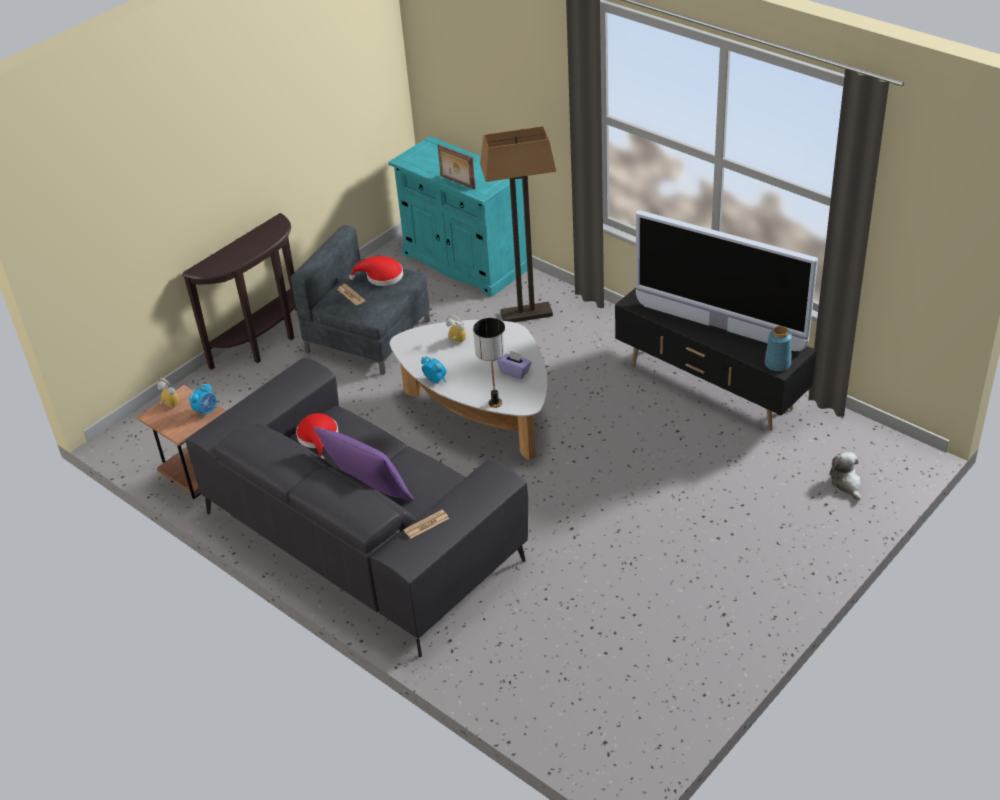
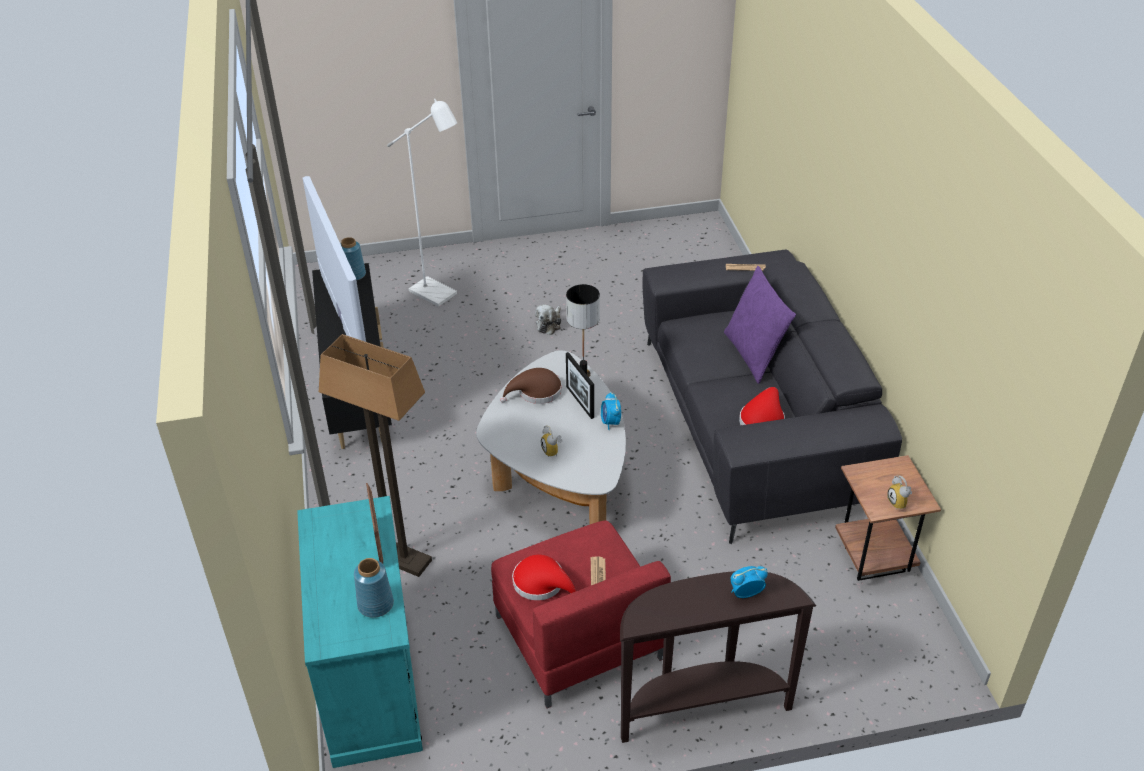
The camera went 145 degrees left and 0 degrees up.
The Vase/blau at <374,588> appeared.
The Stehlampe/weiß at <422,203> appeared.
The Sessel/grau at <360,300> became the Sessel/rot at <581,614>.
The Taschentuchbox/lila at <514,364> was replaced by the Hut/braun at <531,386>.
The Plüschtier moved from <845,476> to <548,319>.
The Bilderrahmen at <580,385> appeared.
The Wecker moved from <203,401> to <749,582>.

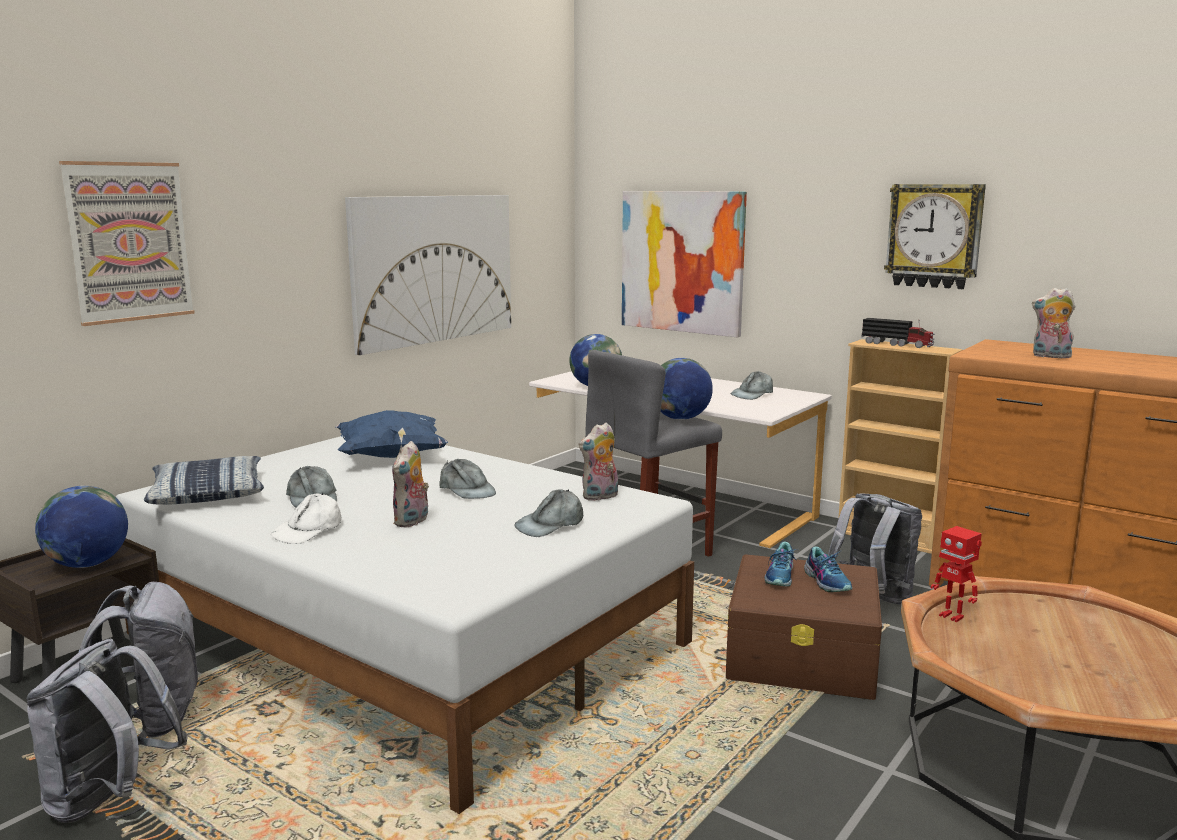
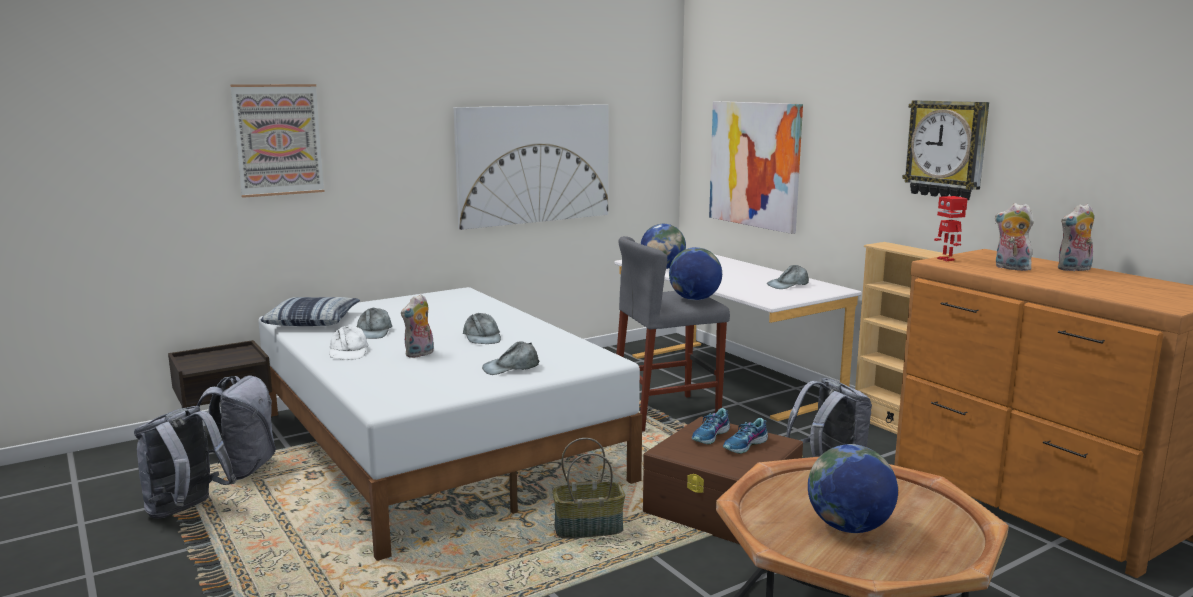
The camera went 20 degrees right and 0 degrees up.
The Kappe/weiß at <306,518> turned 60 degrees counterclockwise.
The Korb at <588,488> appeared.
The Schuh at <828,569> turned 45 degrees clockwise.
The Globus moved from <81,527> to <853,488>.
The Spielzeugroboter moved from <956,574> to <951,228>.
The Plüschtier moved from <598,462> to <1076,237>.
The Kissen/blau at <391,434> disappeared.
The Spielzeuglaster at <898,333> disappeared.

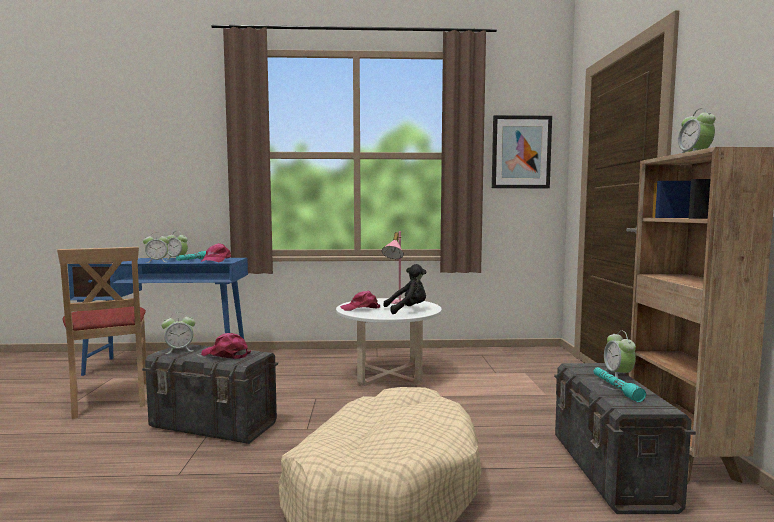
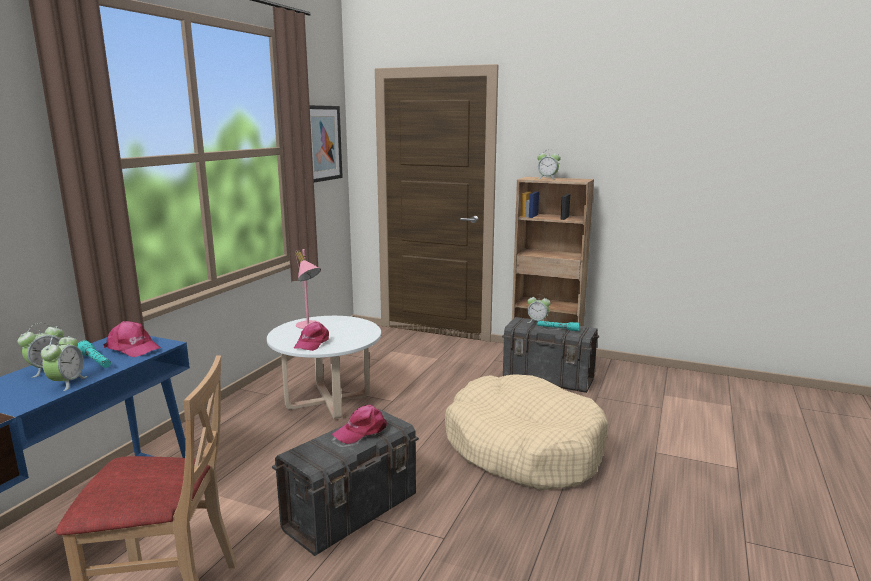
The camera went 65 degrees left and 10 degrees up.
The Wecker at <178,333> disappeared.
The Plüschtier/schwarz at <405,289> disappeared.

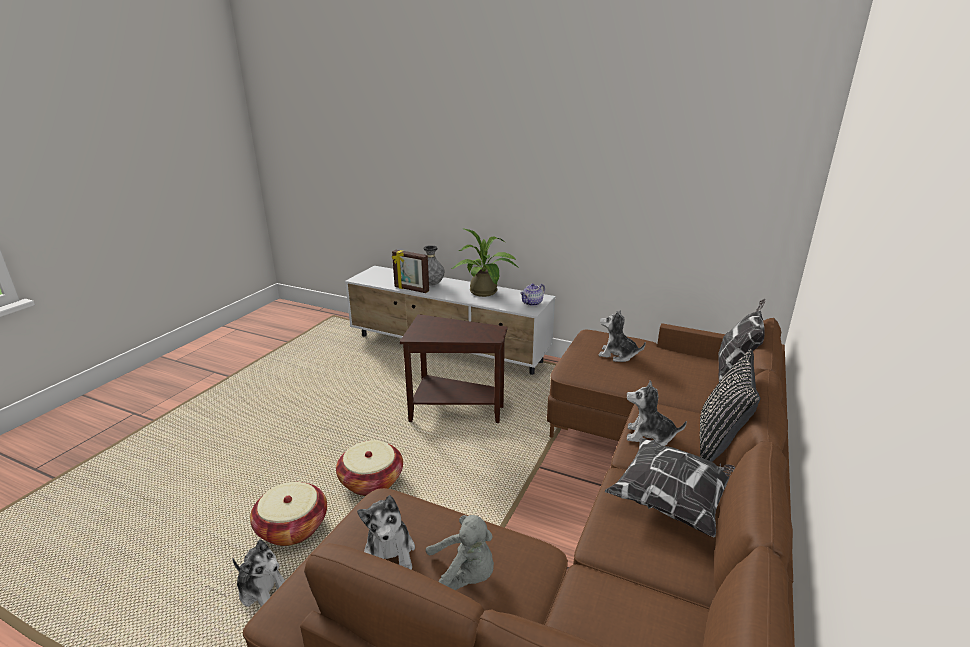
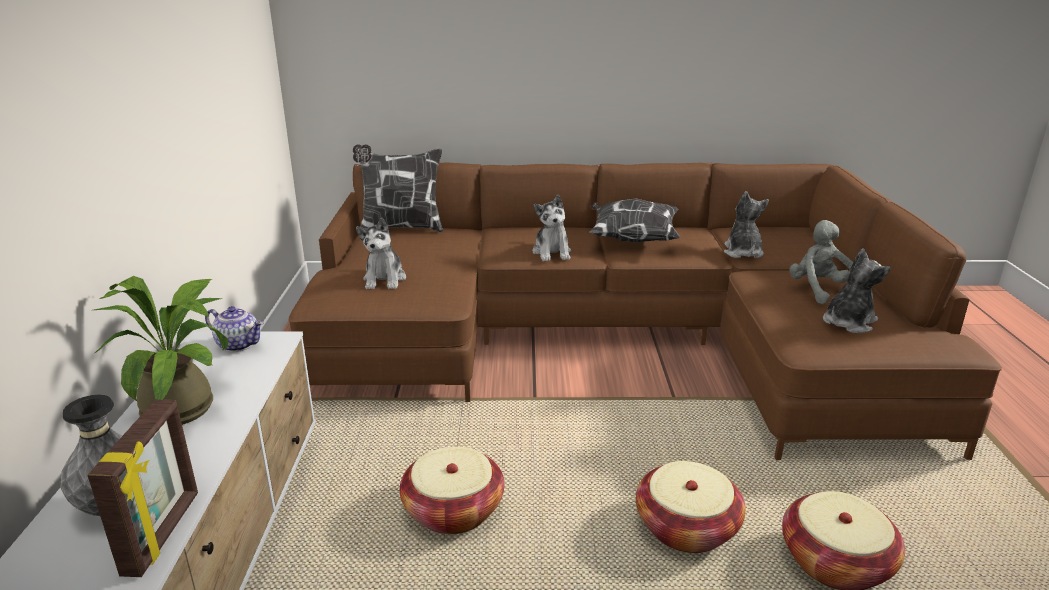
The camera went 115 degrees left and 0 degrees up.
The Beistelltisch/braun at <453,368> was replaced by the Korb at <452,491>.
The Plüschtier moved from <258,573> to <746,224>.
The Kissen/schwarz at <730,405> disappeared.

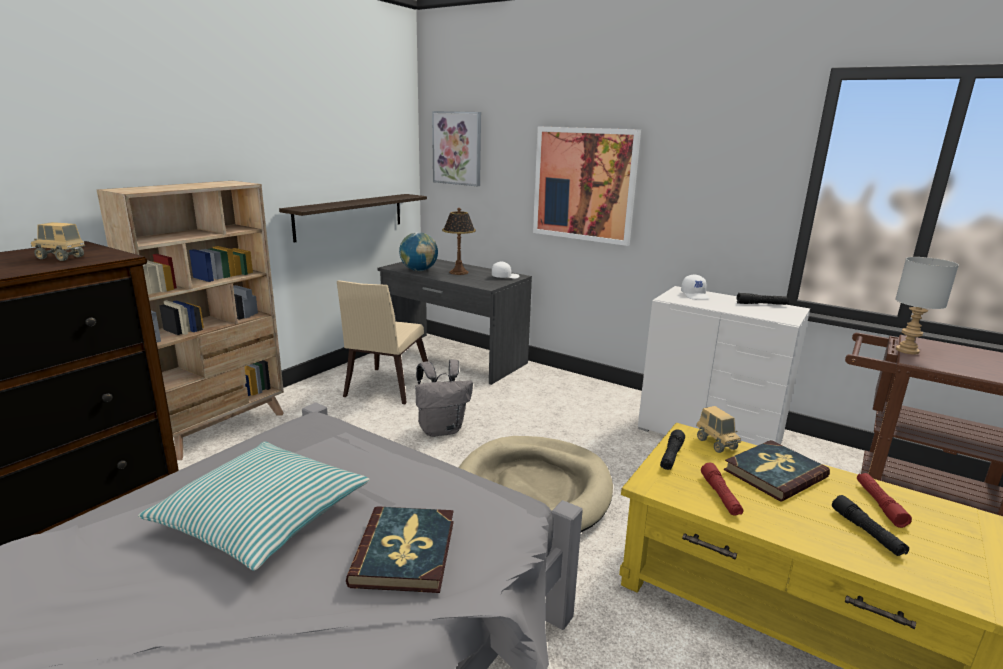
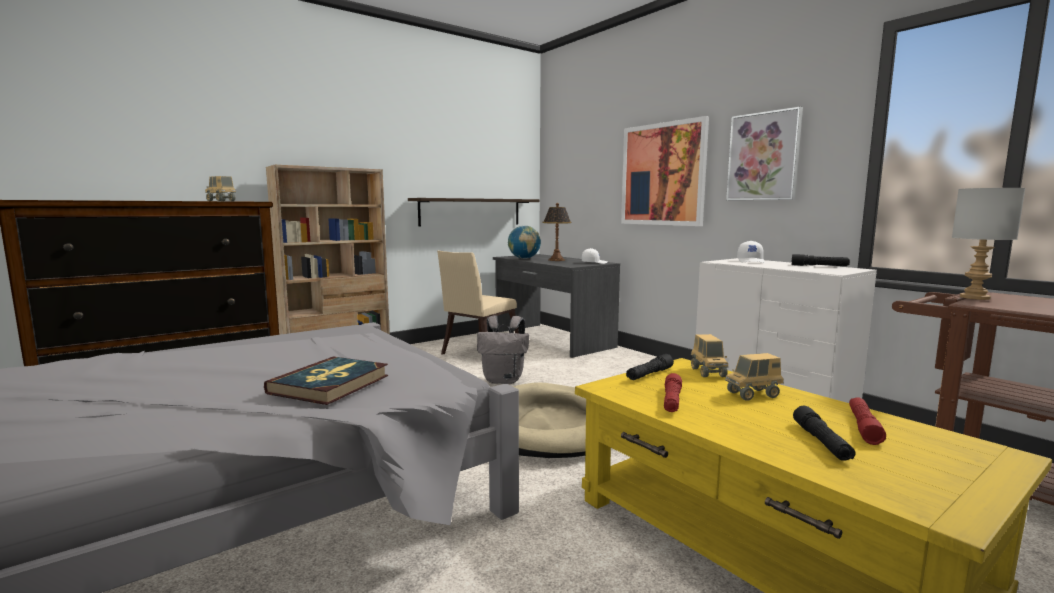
The camera went 20 degrees right and 10 degrees down.
The Buch at <777,471> was replaced by the Spielzeuglaster at <754,377>.
The Bild moved from <456,148> to <764,153>.
The Kissen at <254,506> disappeared.

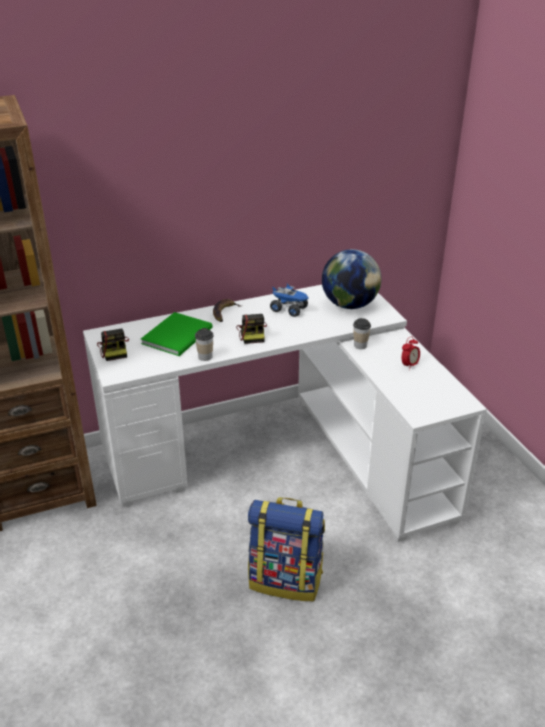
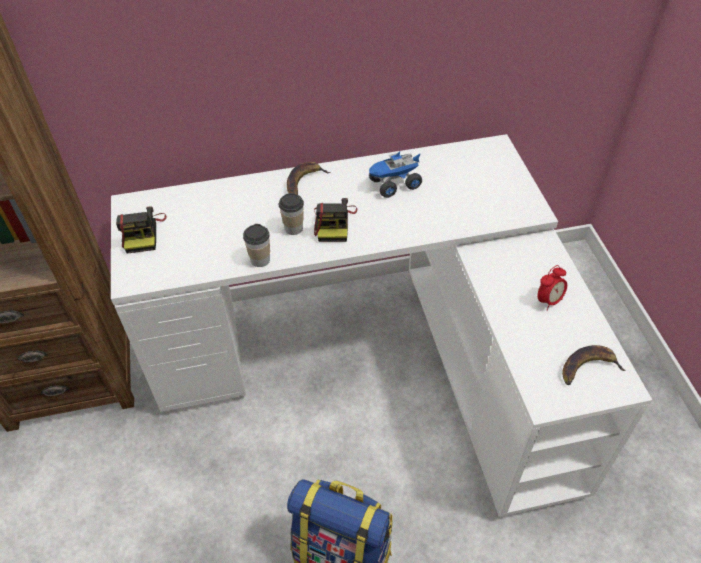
The camera went 10 degrees right and 15 degrees up.
The Tasse moved from <362,333> to <291,214>.
The Spielzeuglaster at <289,300> turned 120 degrees clockwise.
The Banane at <594,365> appeared.
The Buch/grün at <177,334> disappeared.
The Globus at <351,279> disappeared.

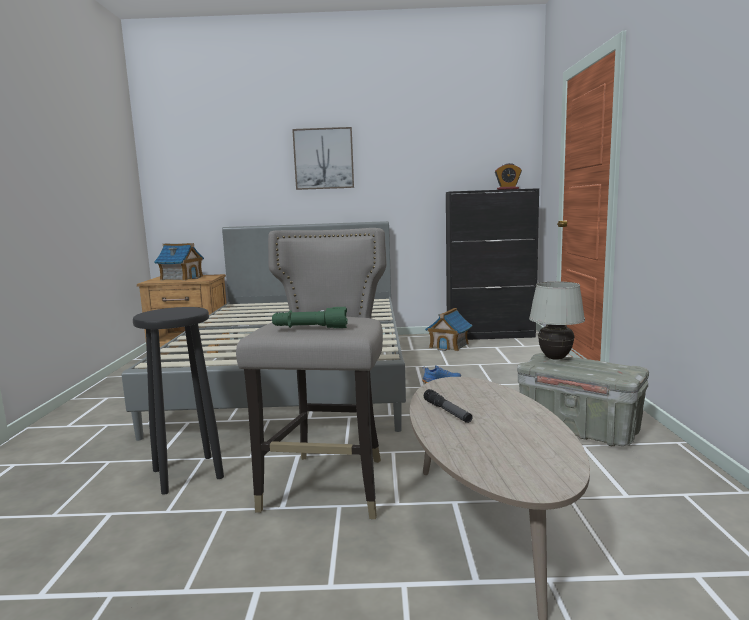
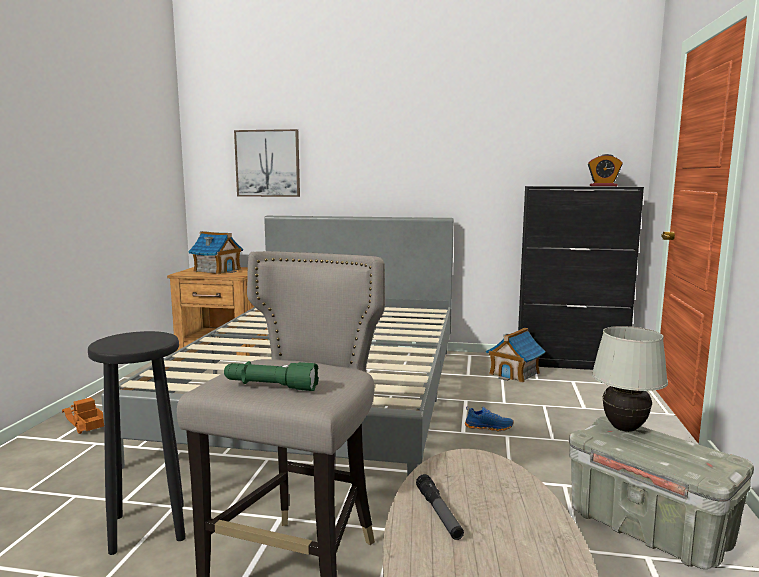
The camera went 10 degrees right and 0 degrees up.
The Spielzeuglaster at <83,415> appeared.
The Bild moved from <323,158> to <267,163>.

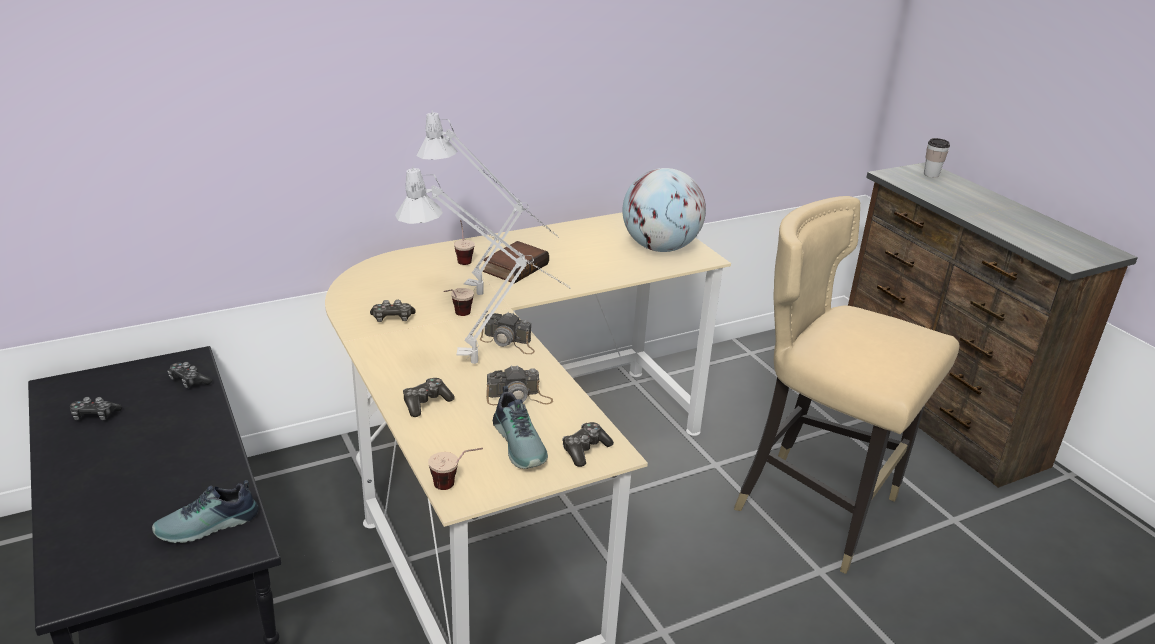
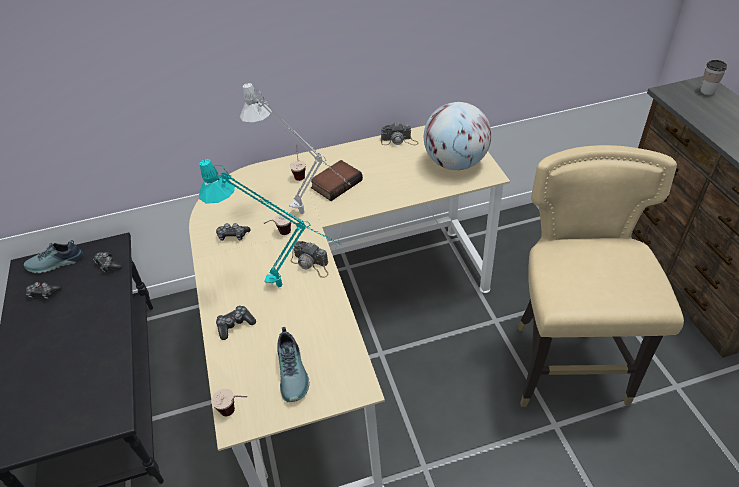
The camera went 15 degrees right and 15 degrees up.
The Schuh moved from <205,511> to <54,256>.
The Tischlampe/grau at <482,265> became the Tischlampe/türkis at <270,223>.
The Kamera moved from <519,385> to <399,133>.
The Stuhl/beige at <846,385> turned 45 degrees clockwise.
The Gamepad at <588,444> disappeared.

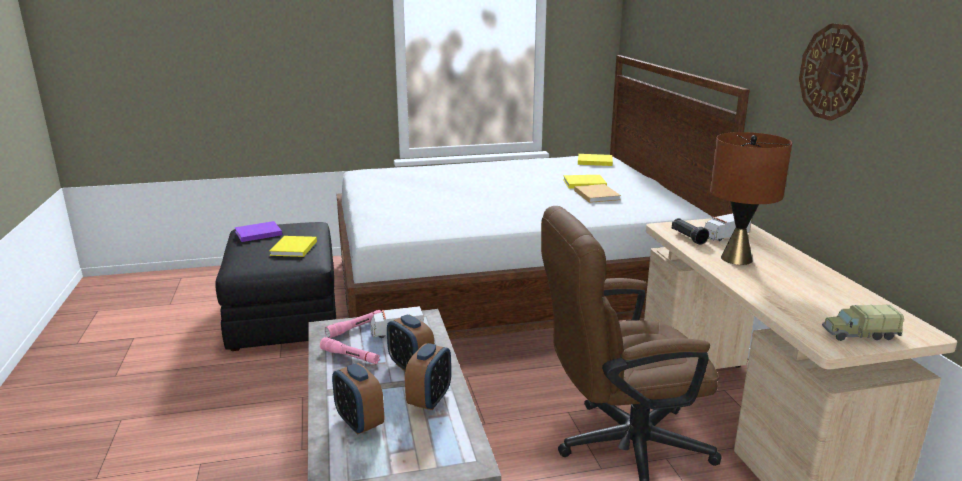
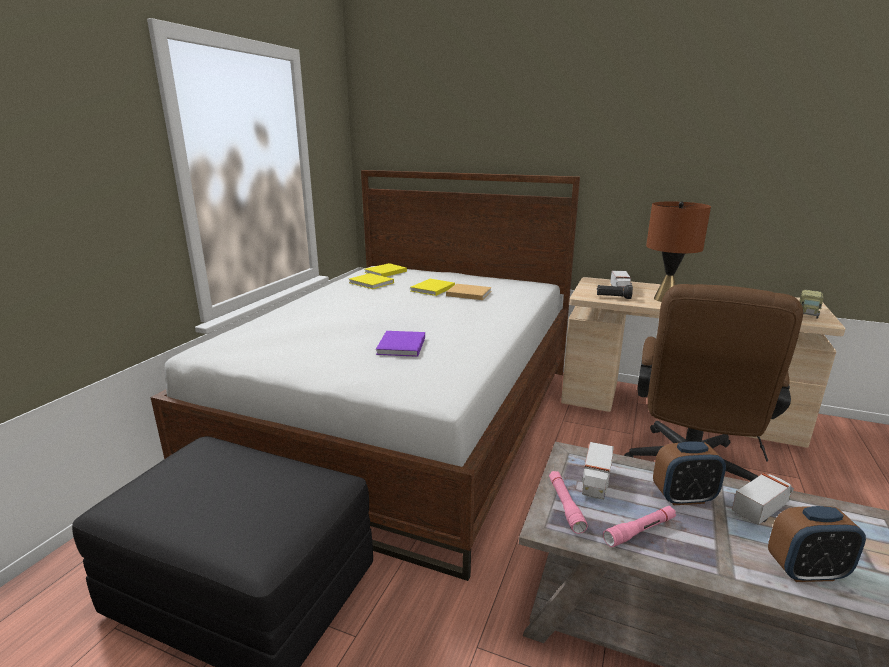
The camera went 55 degrees left and 0 degrees up.
The Buch/gelb moved from <293,246> to <371,281>.
The Buch/lila moved from <258,231> to <400,344>.
The Wecker at <428,376> was replaced by the Spielzeuglaster at <763,499>.
The Wanduhr at <833,72> disappeared.

